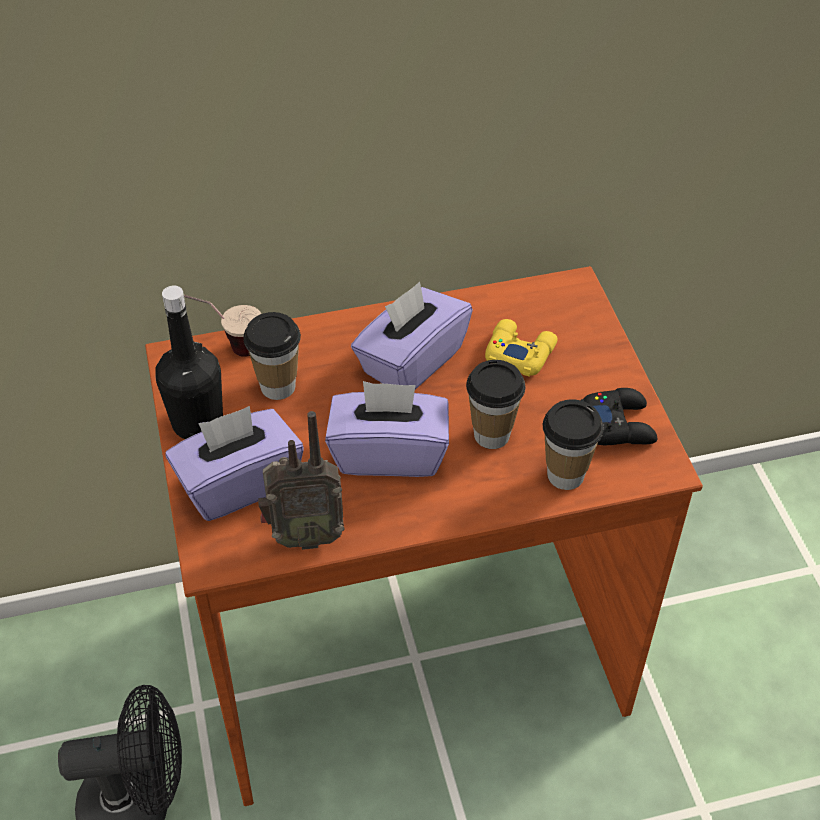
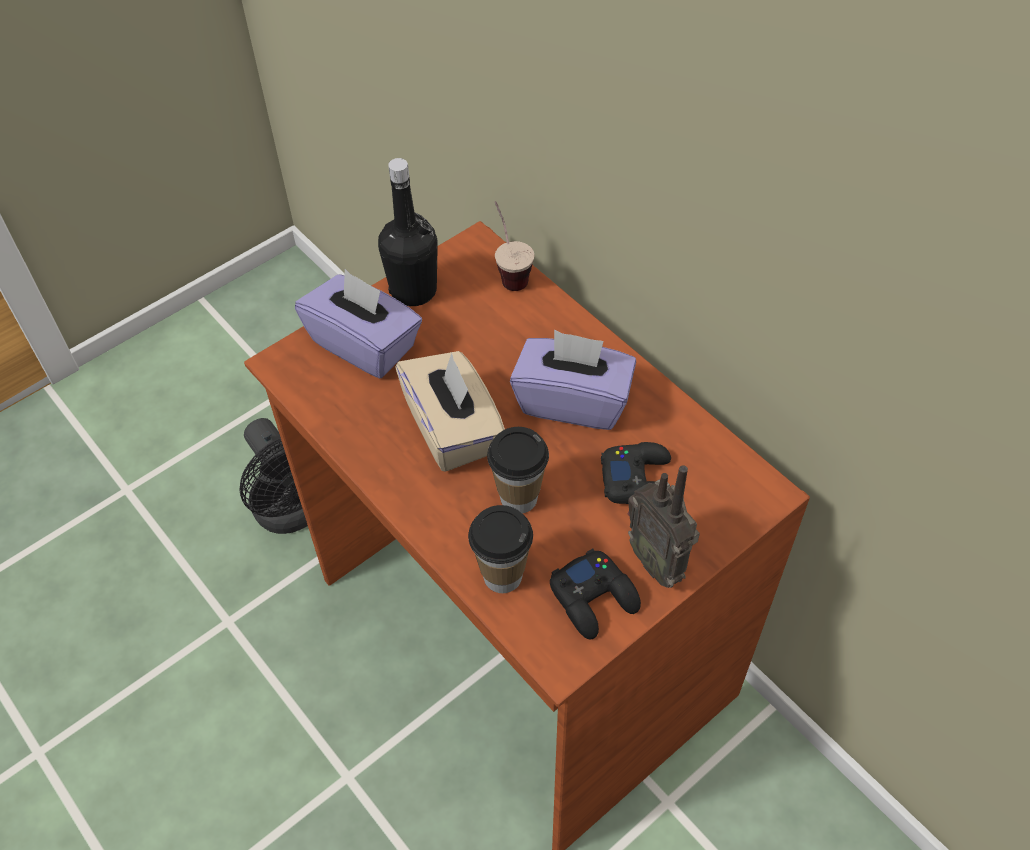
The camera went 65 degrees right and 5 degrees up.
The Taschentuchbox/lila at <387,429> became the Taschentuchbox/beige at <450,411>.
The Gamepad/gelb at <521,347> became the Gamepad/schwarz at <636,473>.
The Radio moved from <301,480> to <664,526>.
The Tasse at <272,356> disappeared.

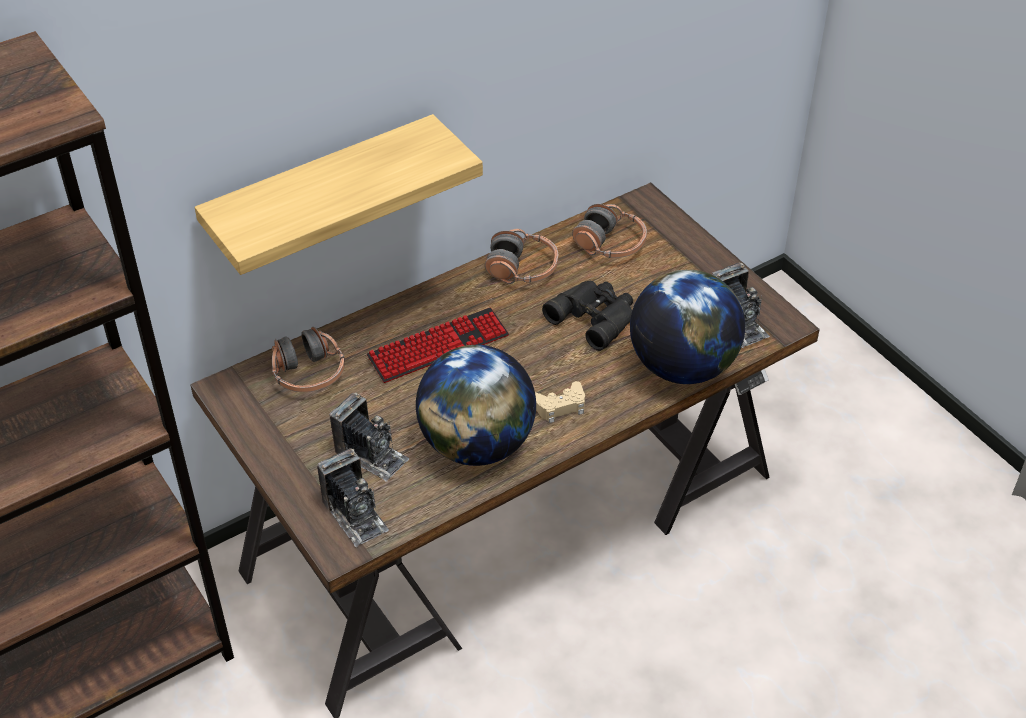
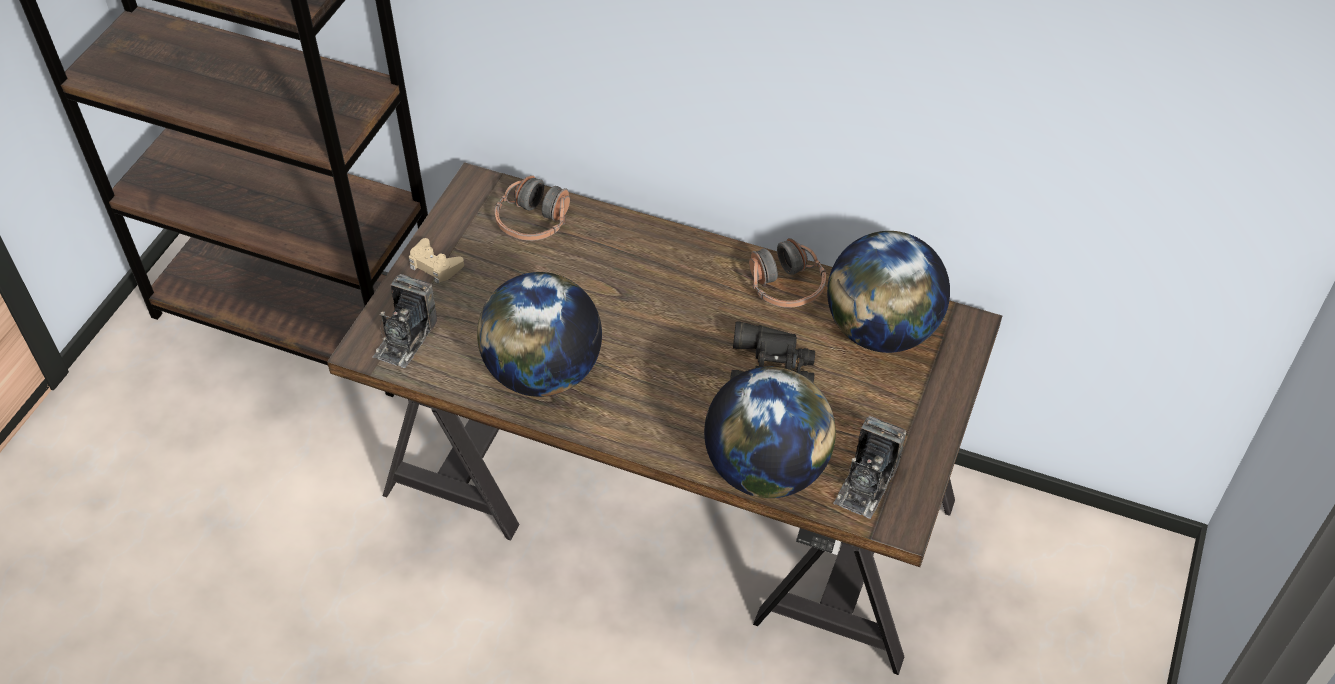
The camera went 55 degrees right and 5 degrees up.
The Gamepad/beige moved from <560,402> to <436,261>.
The Kopfhörer at <609,231> was replaced by the Globus at <888,292>.
The Wandregal at <339,194> disappeared.
The Kamera at <369,437> disappeared.
The Tastatur at <437,345> disappeared.

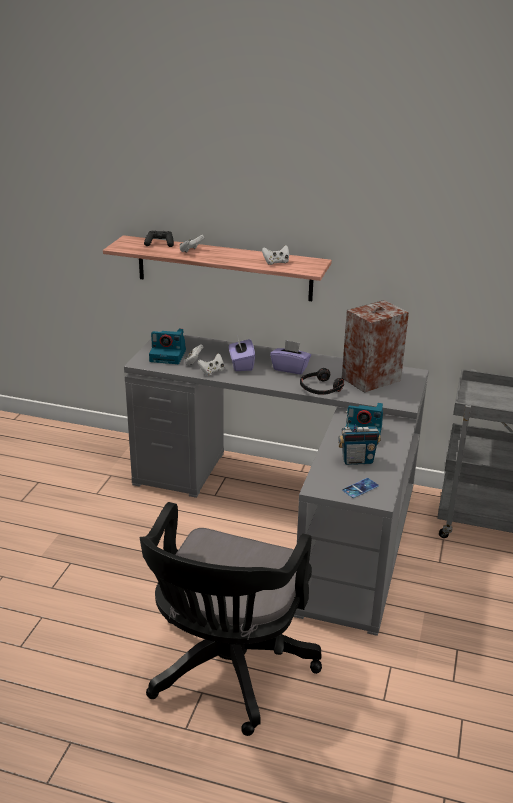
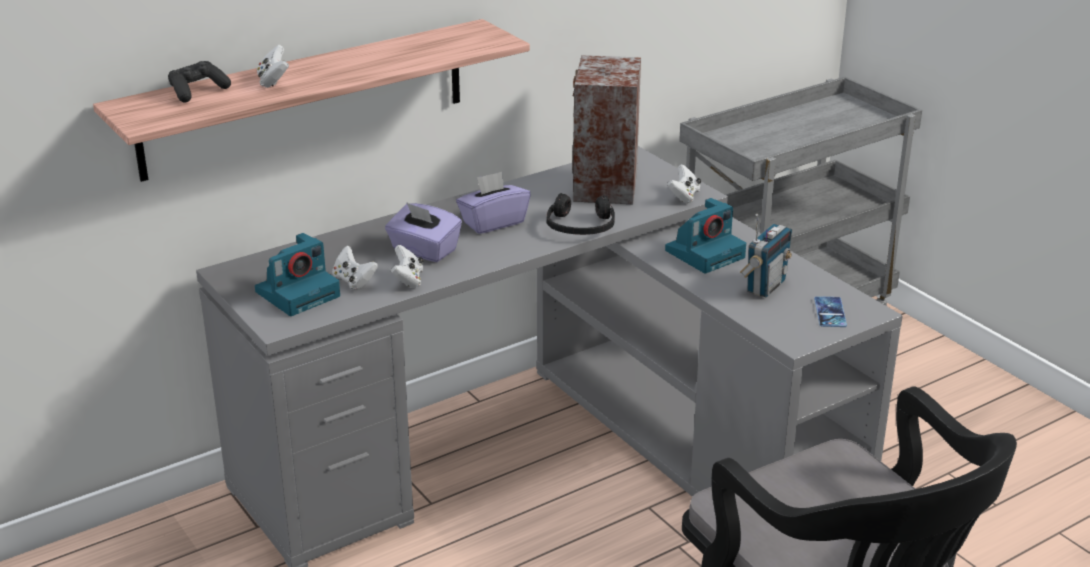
The camera went 50 degrees left and 0 degrees up.
The Gamepad/weiß moved from <275,255> to <684,183>.

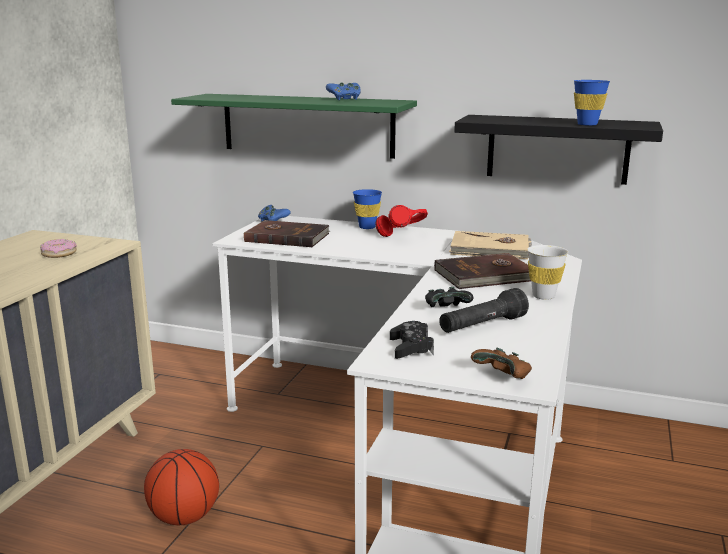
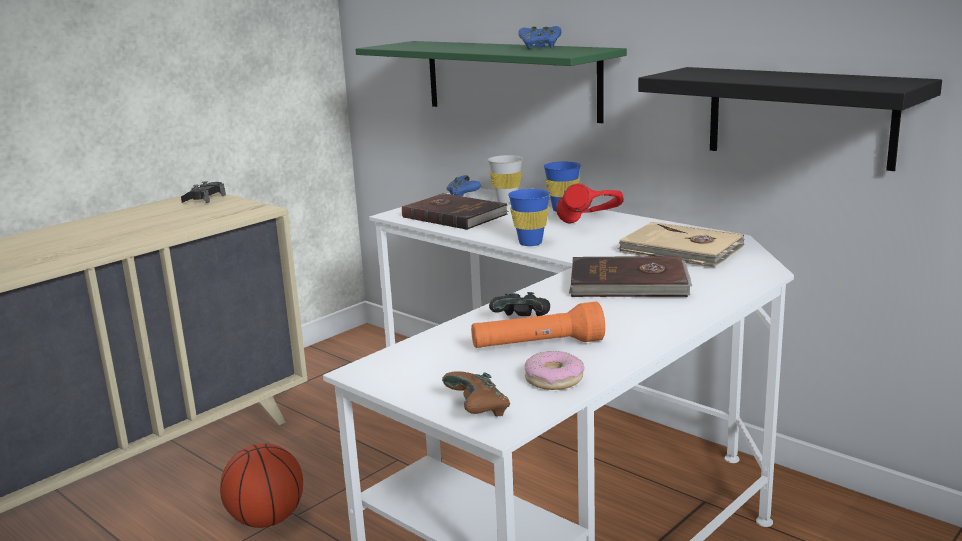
The camera went 25 degrees right and 0 degrees up.
The Gamepad/schwarz moved from <412,340> to <203,192>.
The Taschenlampe/schwarz at <484,310> became the Taschenlampe/orange at <538,325>.
The Tasse/weiß moved from <547,272> to <505,179>.
The Tasse/blau moved from <592,103> to <529,217>.
The Donut moved from <58,248> to <555,370>.

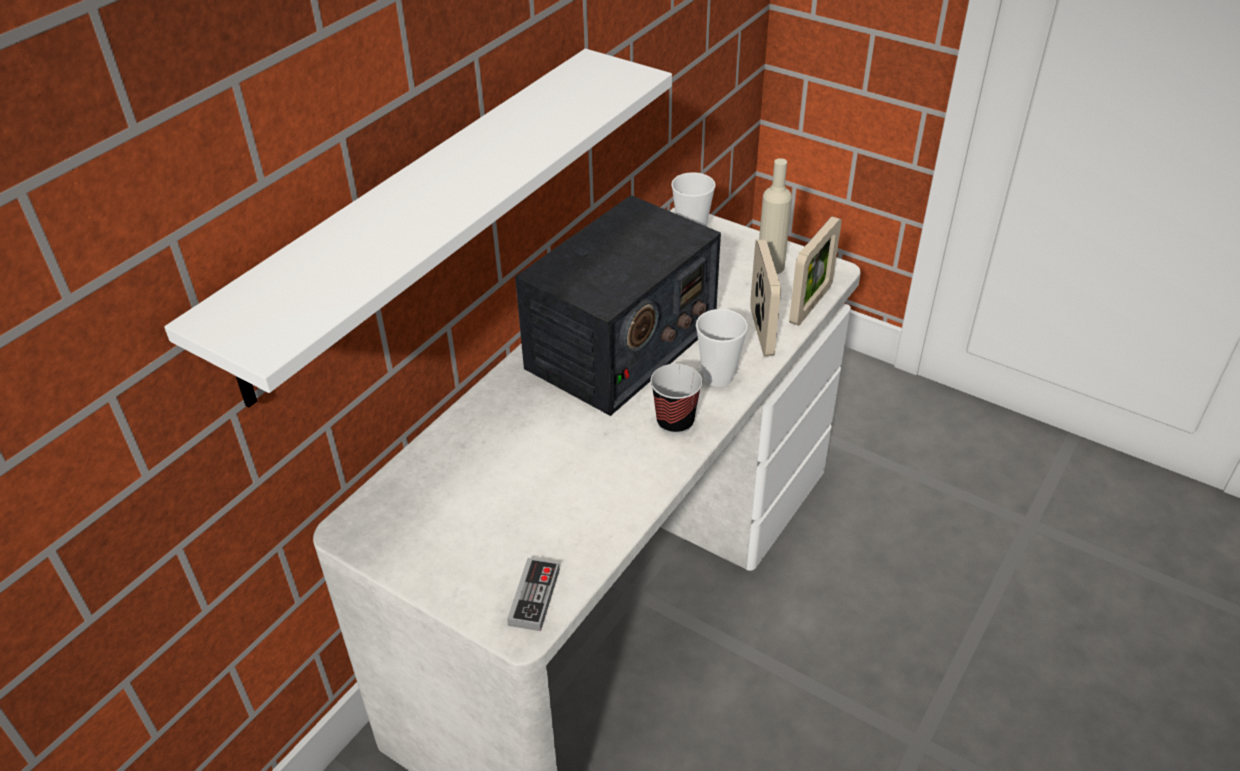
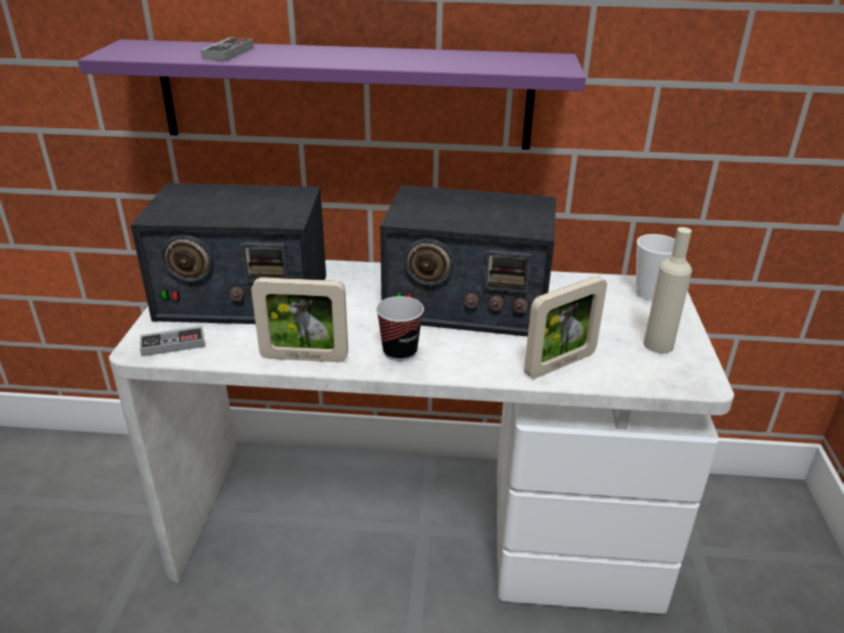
The camera went 60 degrees right and 10 degrees down.
The Wandregal/weiß at <418,228> became the Wandregal/lila at <332,94>.
The Radio at <228,253> appeared.
The Gamepad at <227,49> appeared.
The Bilderrahmen moved from <815,271> to <299,319>.
The Tasse at <722,348> disappeared.

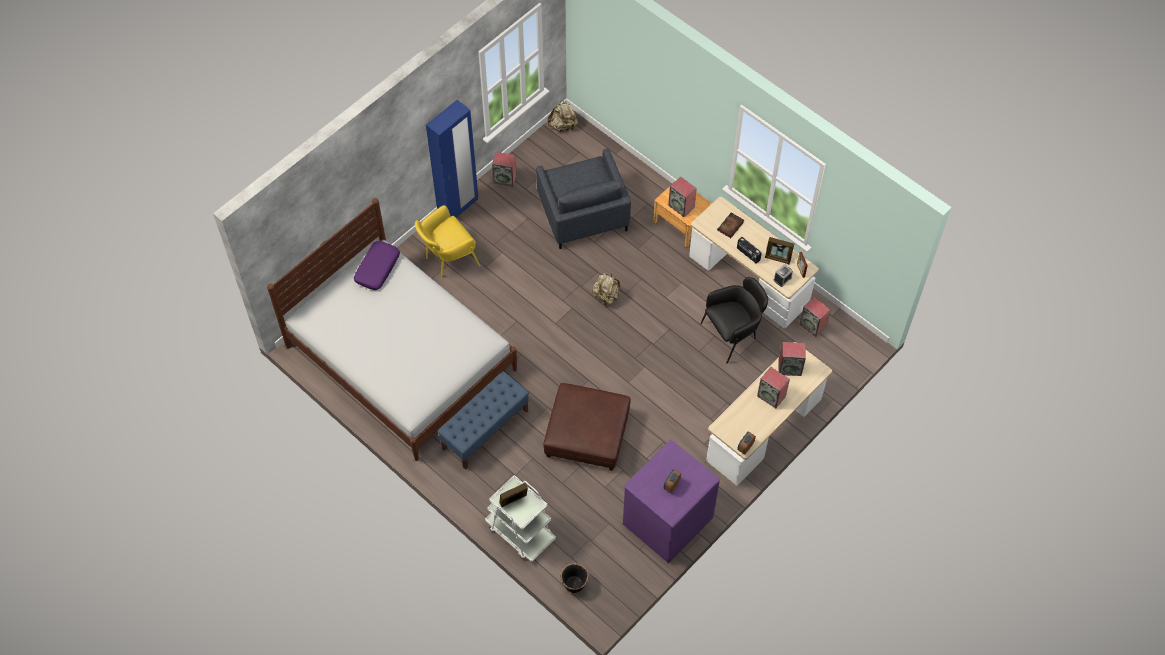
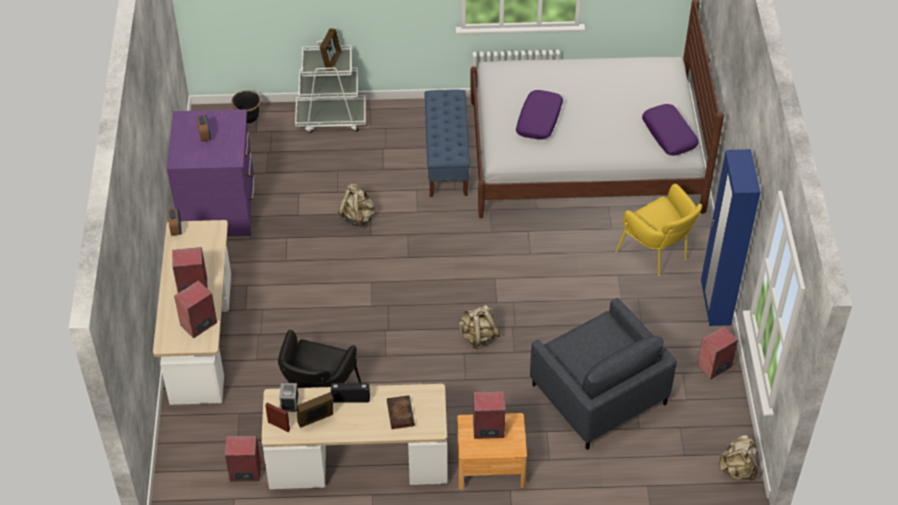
The camera went 135 degrees right and 10 degrees down.
The Polsterhocker/braun at <587,427> was replaced by the Rucksack/beige at <356,205>.
The Kissen/lila at <539,115> appeared.
The Sessel/grau at <583,198> turned 150 degrees counterclockwise.
The Sessel/gelb at <448,241> turned 135 degrees clockwise.

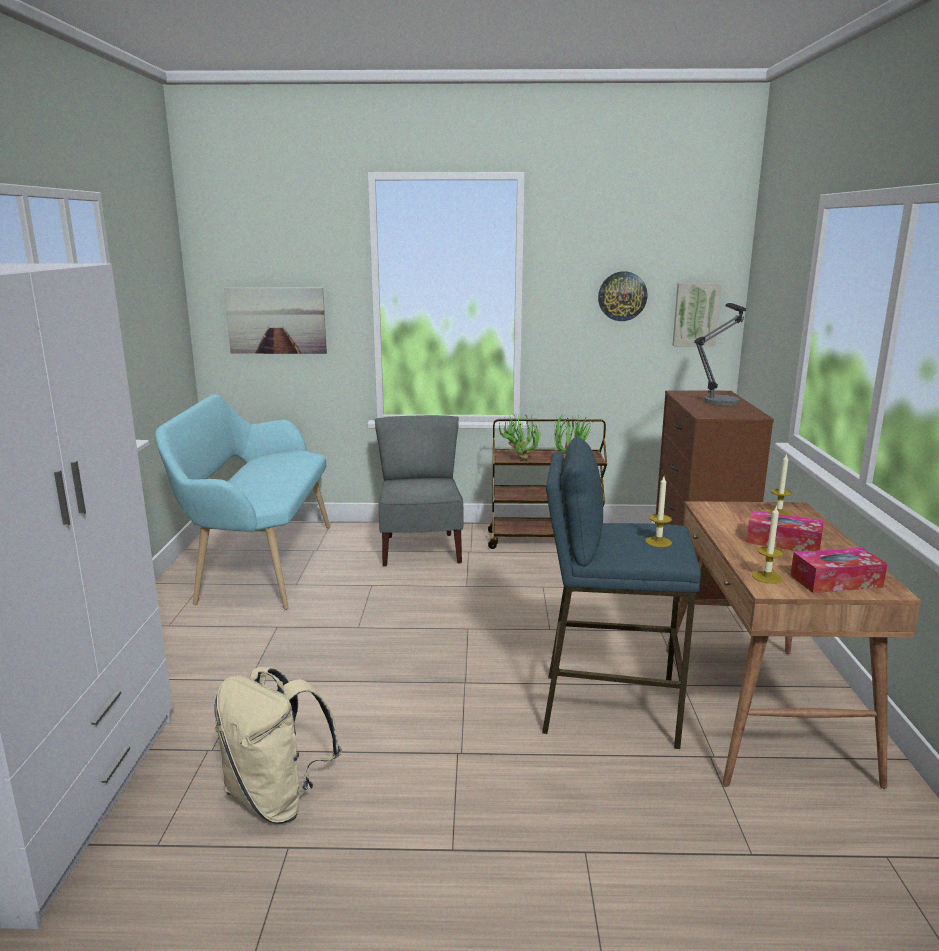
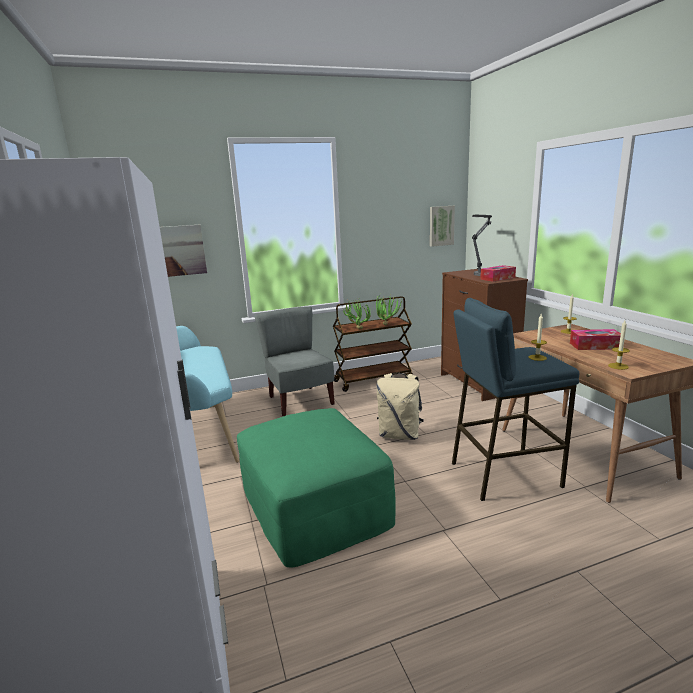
The camera went 20 degrees left and 0 degrees up.
The Polsterhocker/grün at <316,487> appeared.
The Rucksack/beige moved from <278,745> to <400,406>.
The Taschentuchbox moved from <839,570> to <498,273>.
The Wanduhr at <622,296> disappeared.

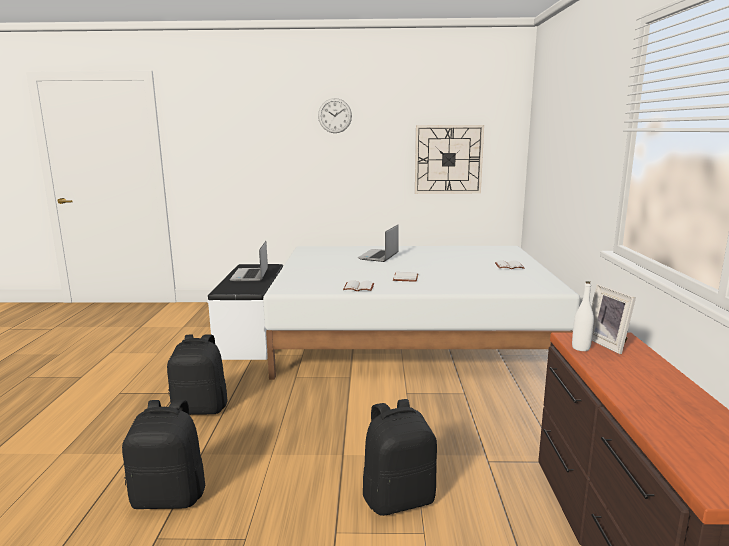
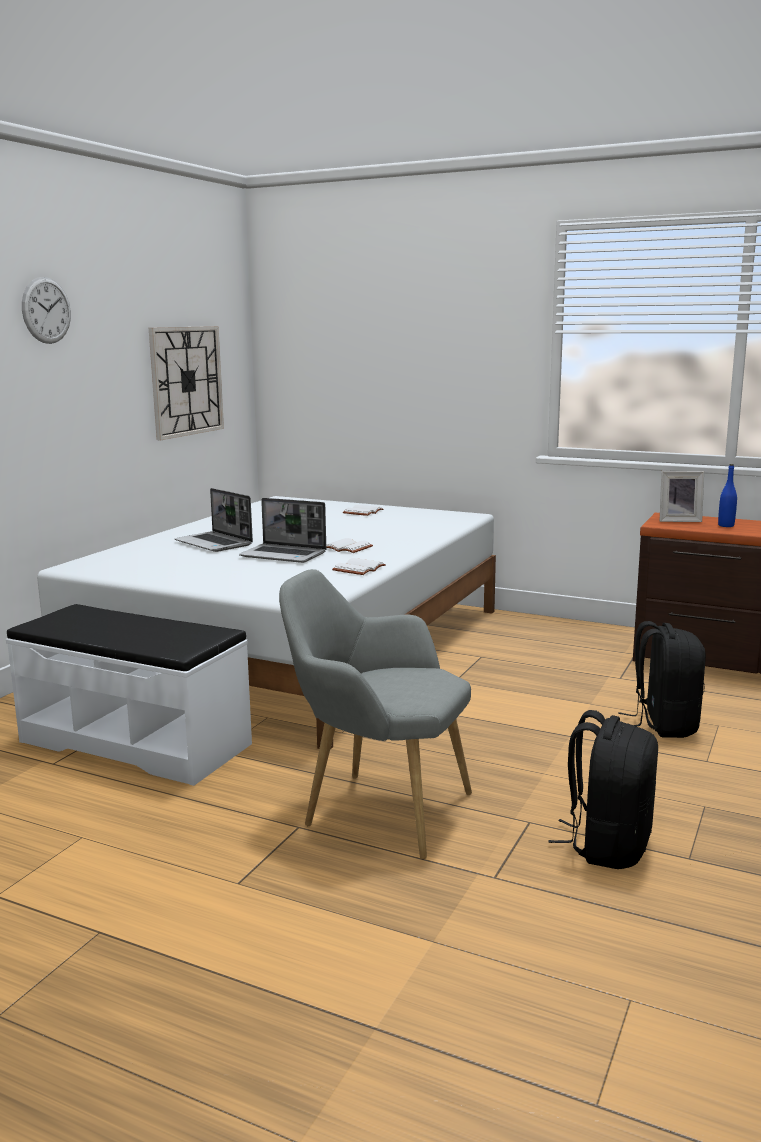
The camera went 65 degrees left and 0 degrees up.
The Laptop moved from <249,261> to <282,530>.
The Rucksack/schwarz at <197,374> was replaced by the Sessel/grau at <375,714>.
The Flasche/blau at <727,495> appeared.
The Flasche/weiß at <583,316> disappeared.

